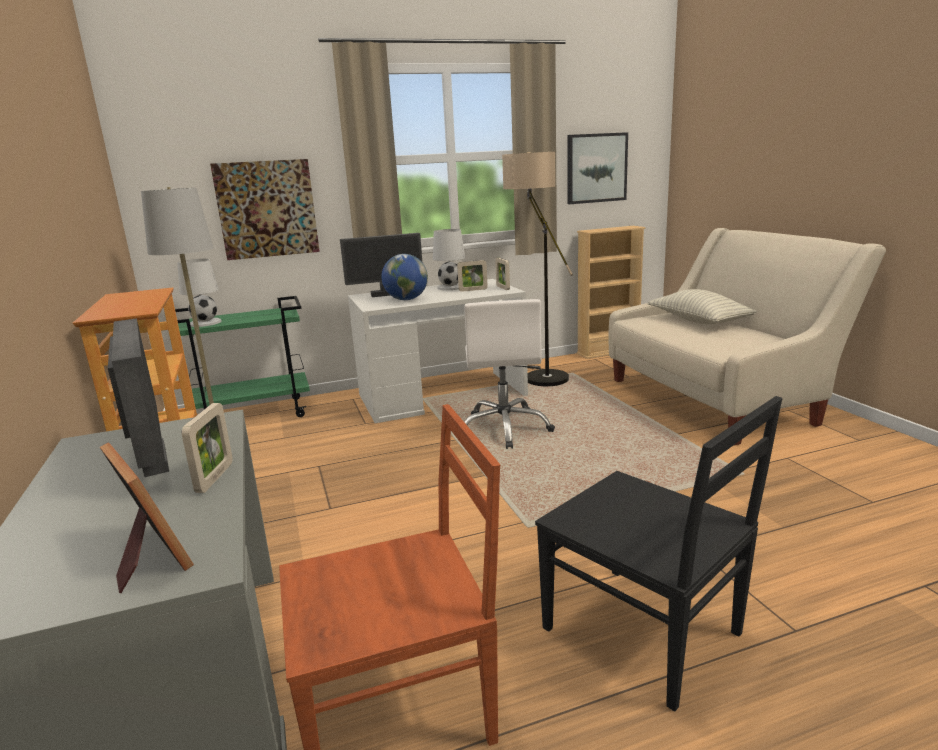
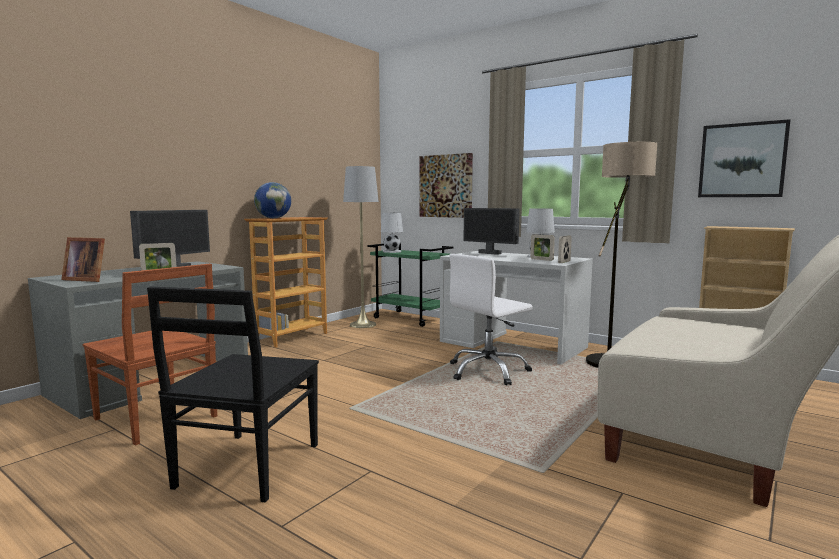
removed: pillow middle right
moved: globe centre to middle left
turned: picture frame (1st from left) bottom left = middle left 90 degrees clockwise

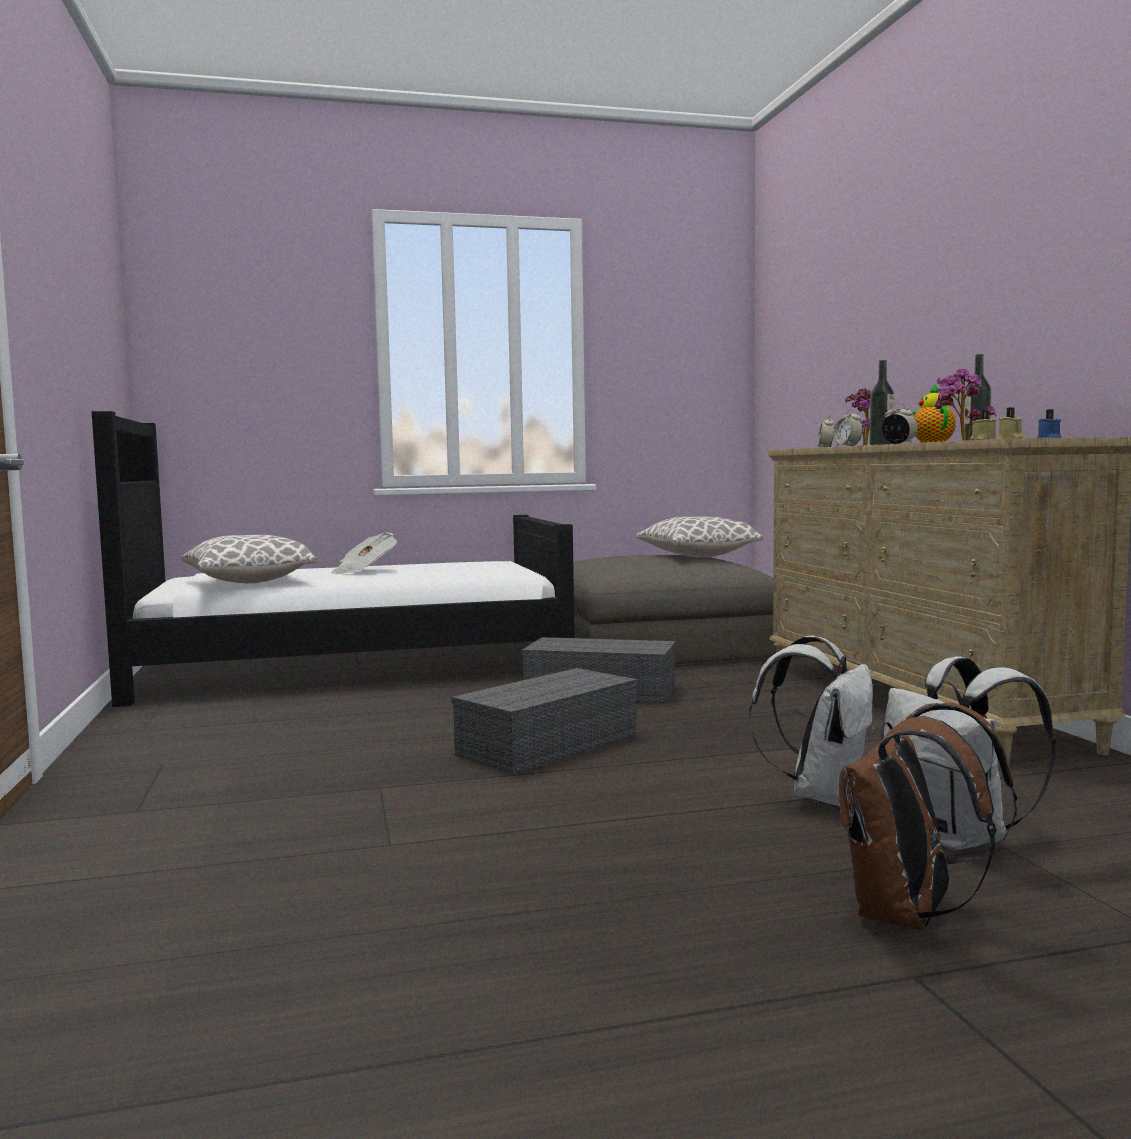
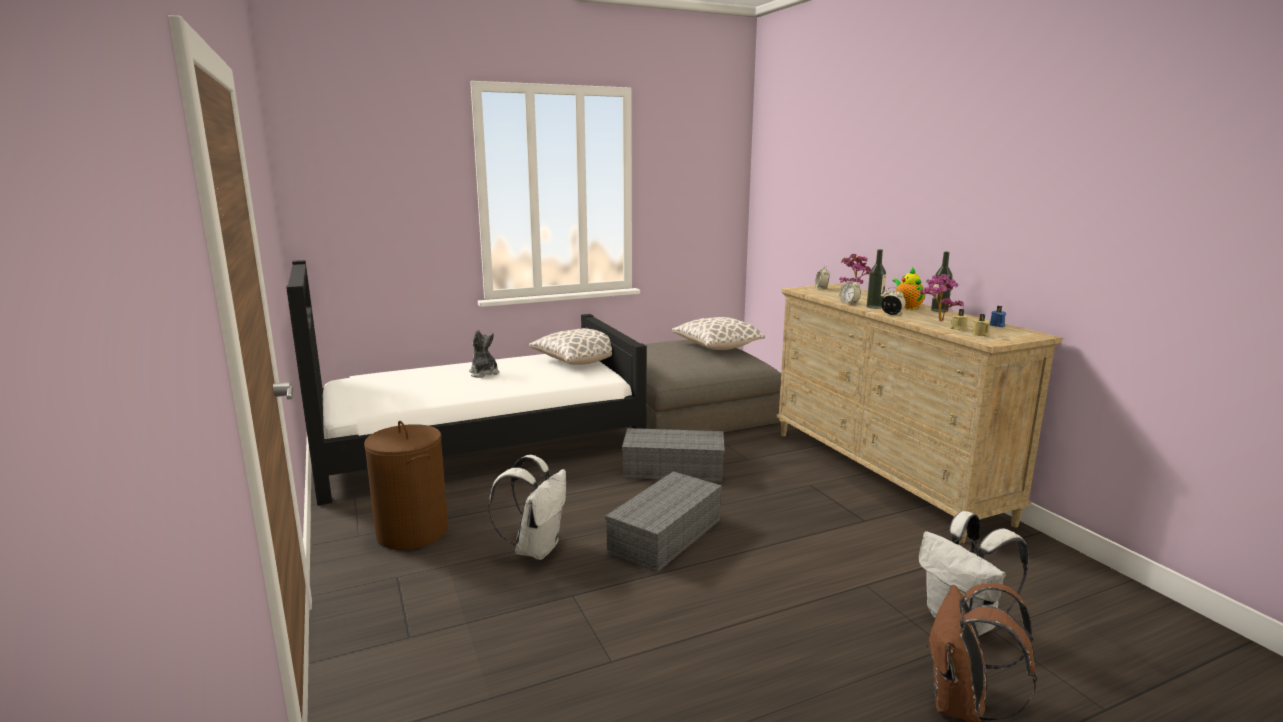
added: brown laundry basket bottom left
moved: pillow (1st from left) middle left to centre; white backpack (1st from left) middle right to bottom centre
replaced: newspaper middle left to plush toy centre

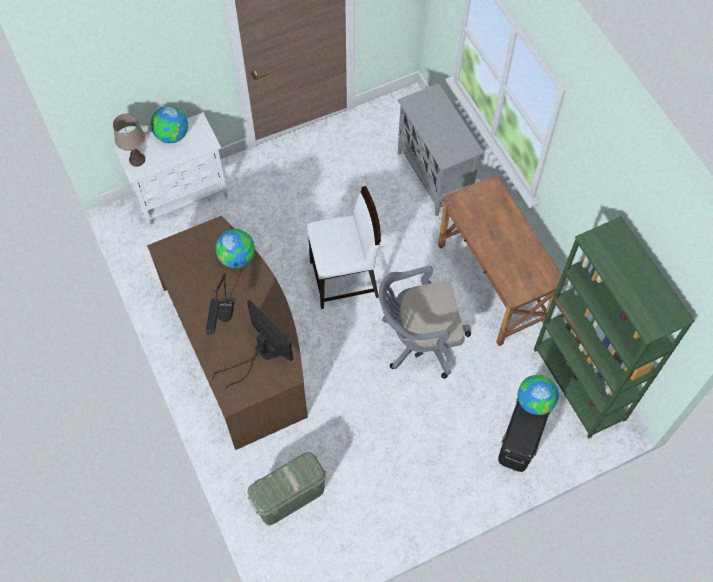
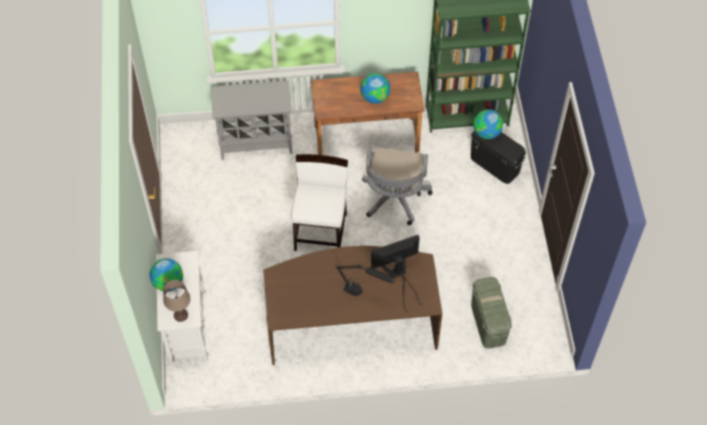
moved: globe (2nd from left) middle left to top centre

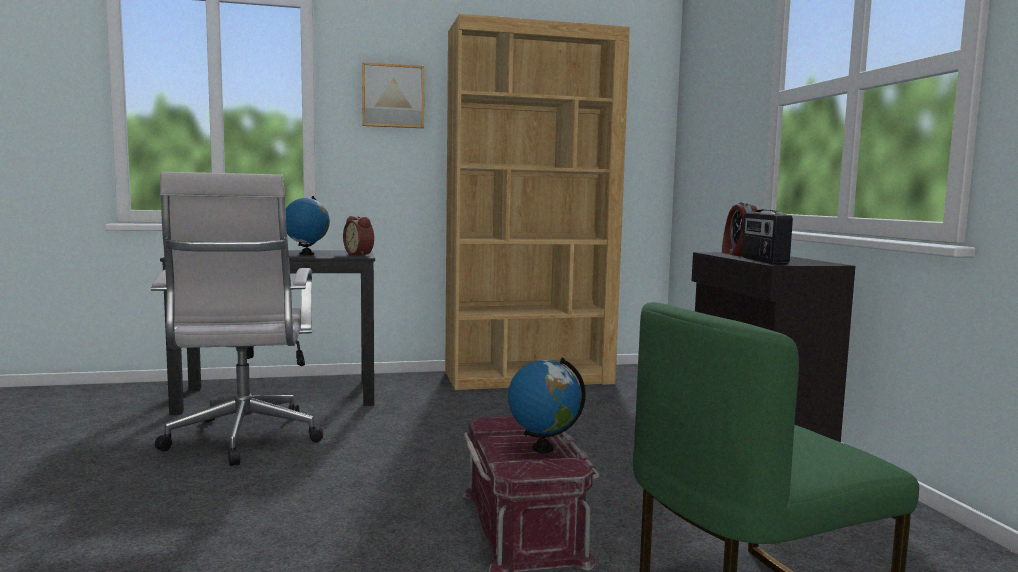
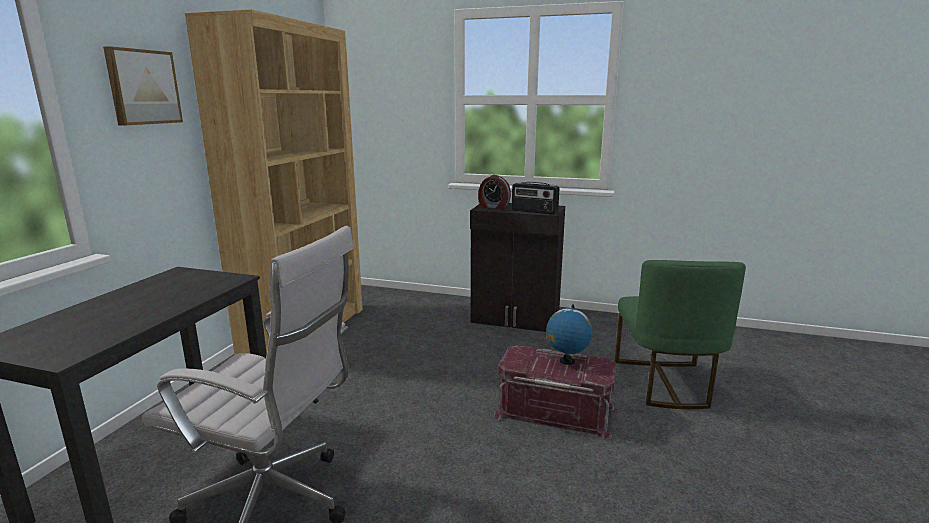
removed: globe (1st from left) middle left; alarm clock (1st from left) centre

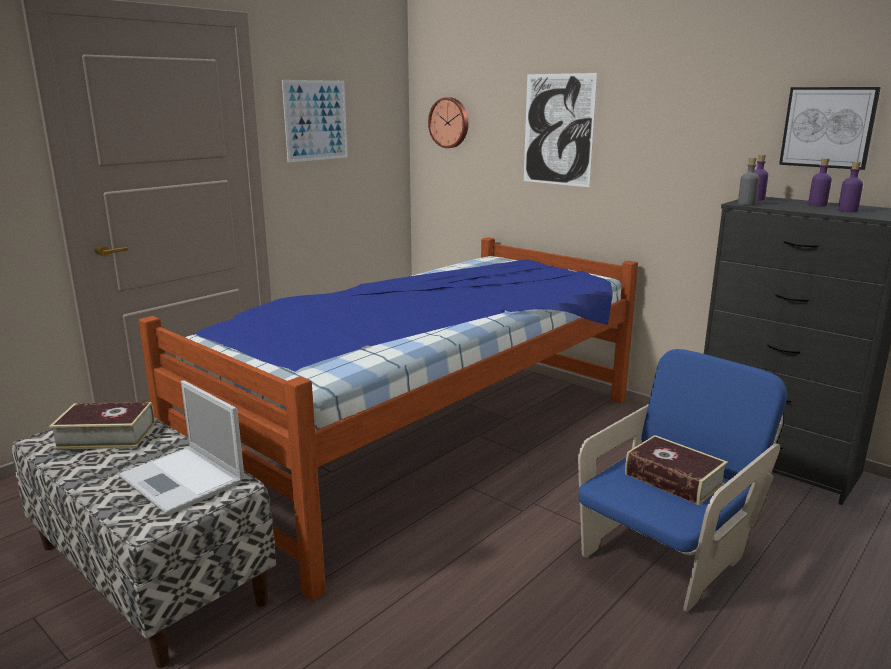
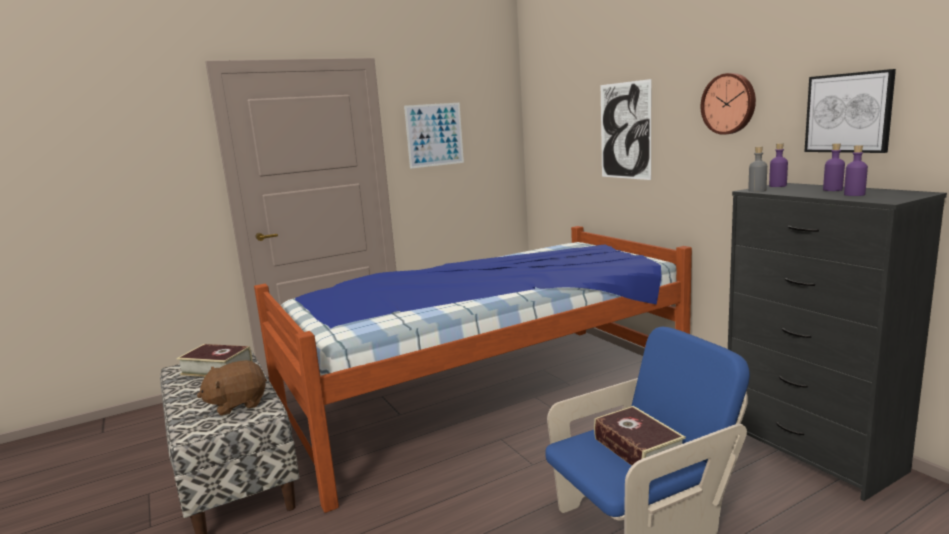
moved: wall clock top centre to top right
replaced: laptop bottom left to brown plush toy bottom left

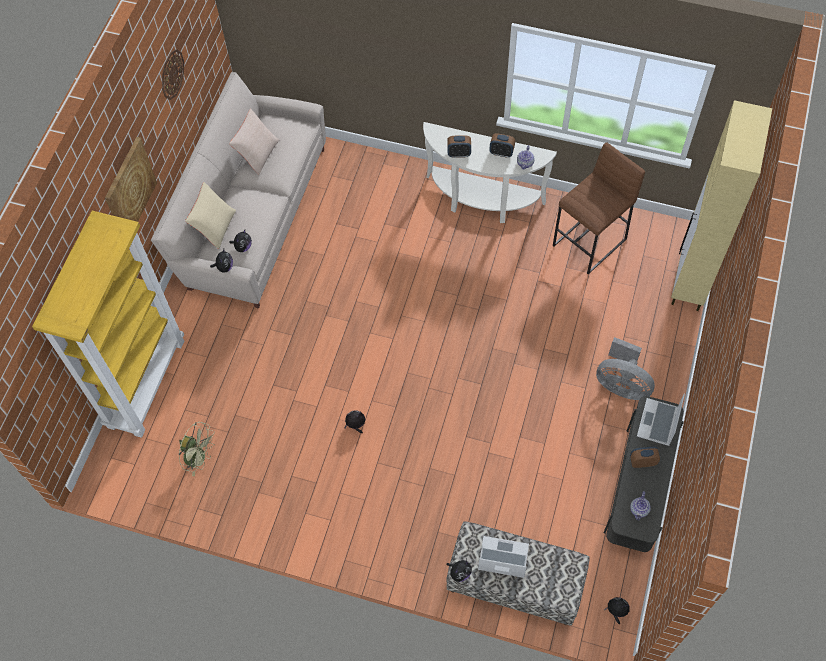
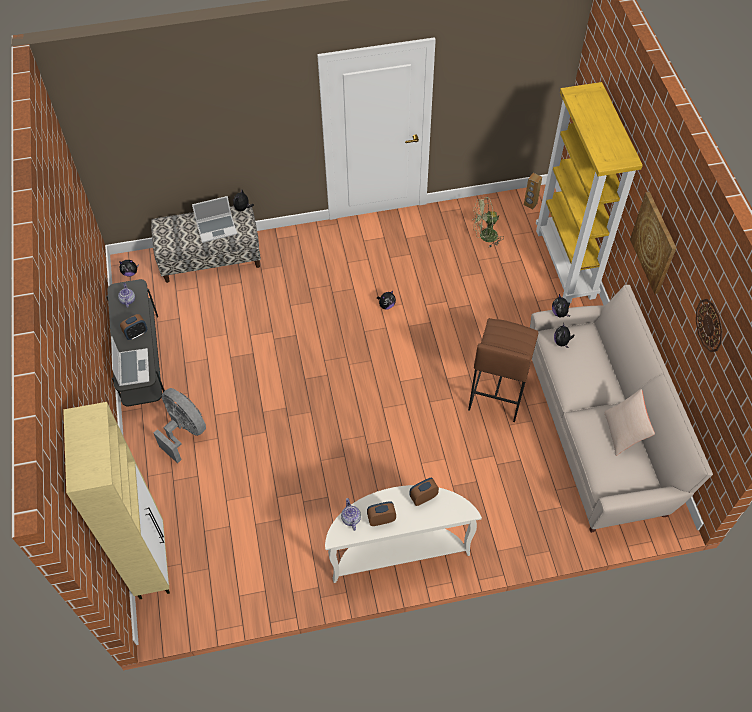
removed: beige pillow (1st from left) top left
added: brown speaker top right
moved: brown stool top right to middle right
turned: grey fan middle right = middle left 45 degrees clockwise

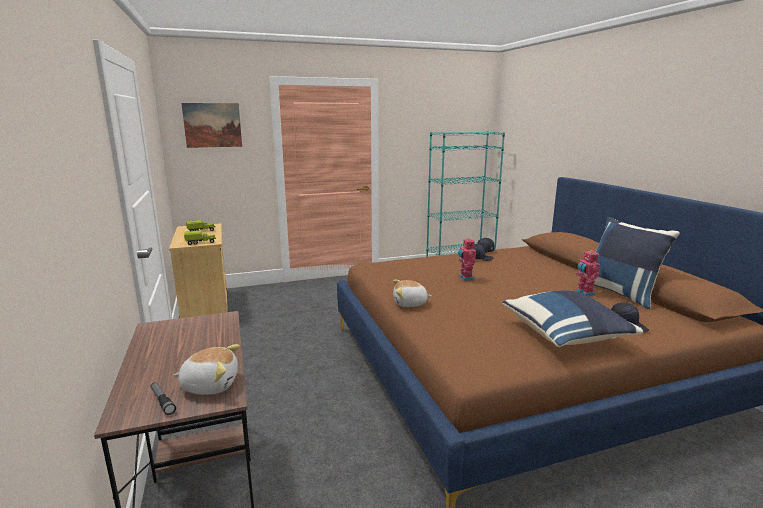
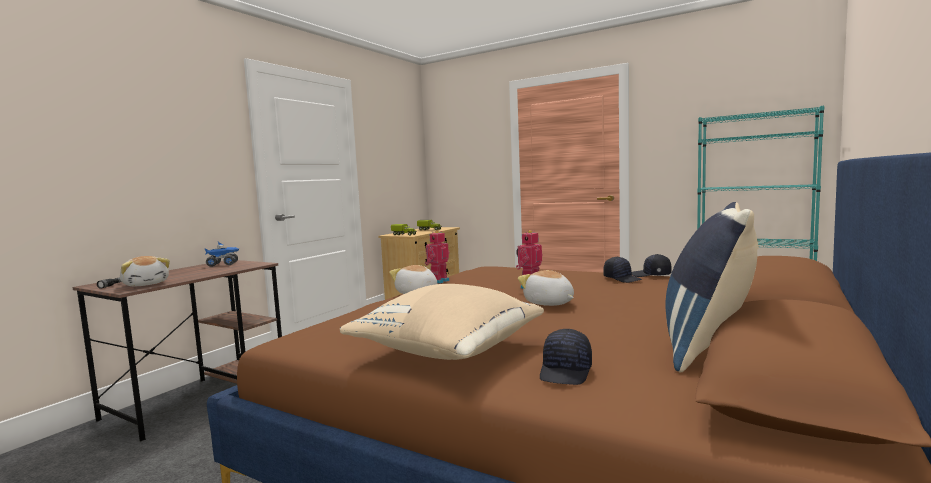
removed: picture top left
added: toy truck (1st from left) middle left; plush toy (3rd from left) centre
moved: toy robot (2nd from left in the first image) middle right to toy robot (1st from left) centre
recoloured: blue pillow (1st from left) middle right to beige pillow bottom centre

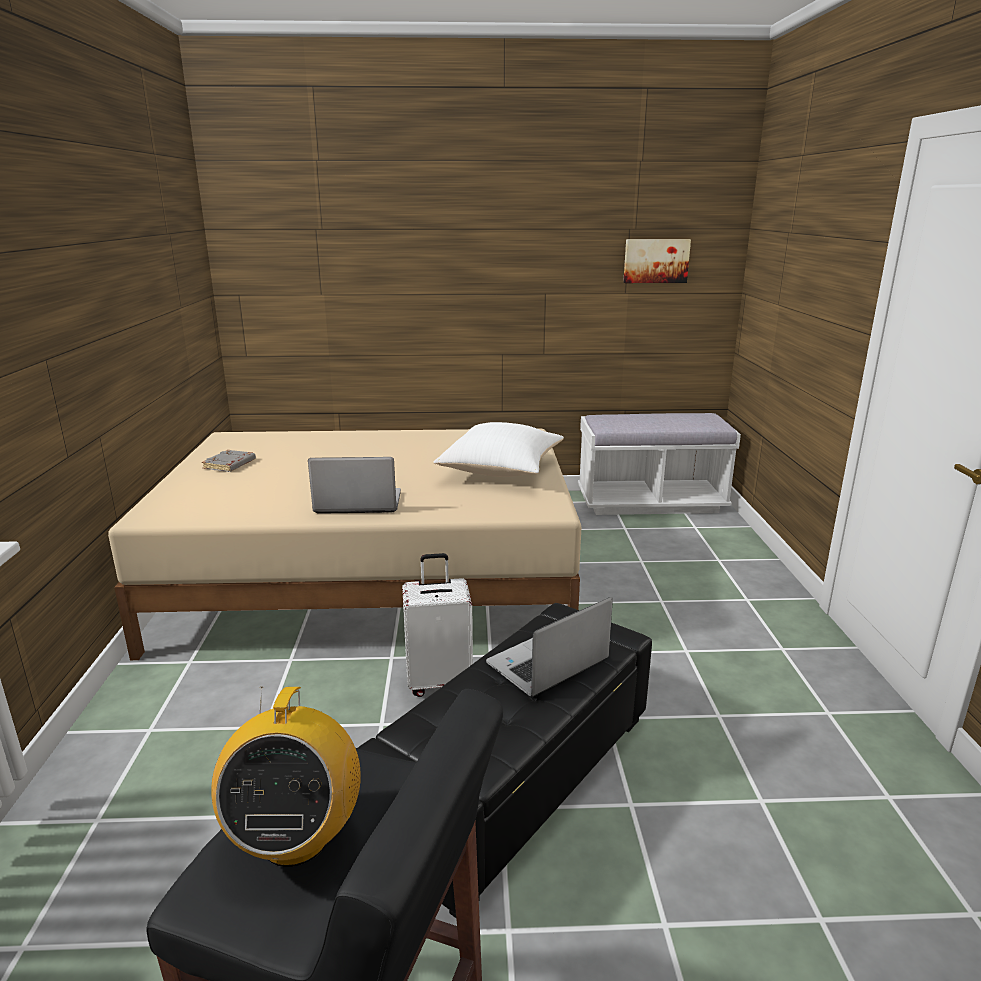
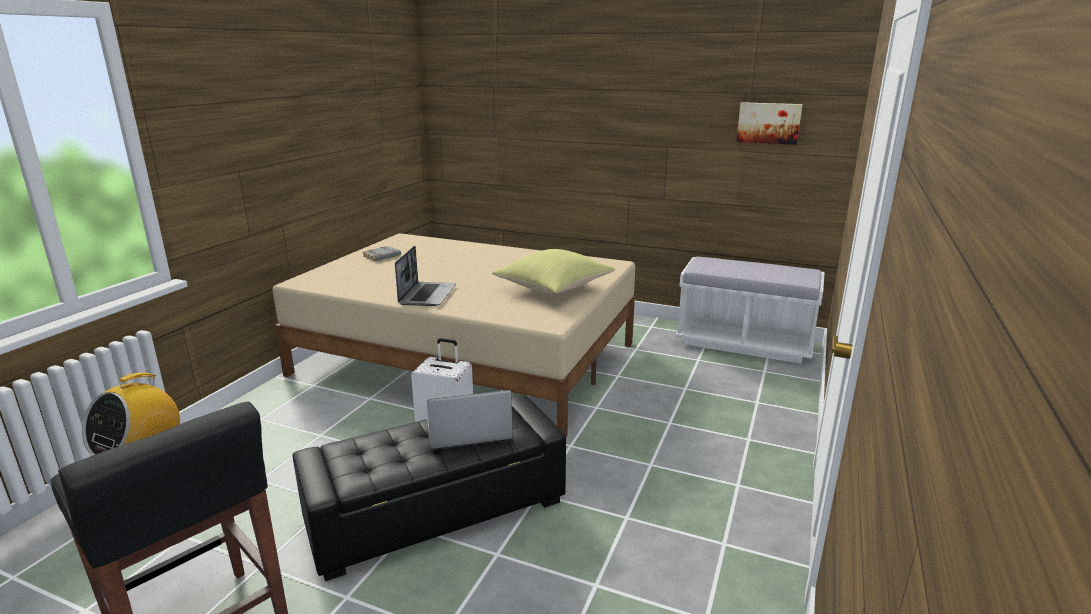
recoloured: white pillow centre to yellow pillow centre
turned: laptop (1st from left) centre = centre 75 degrees clockwise

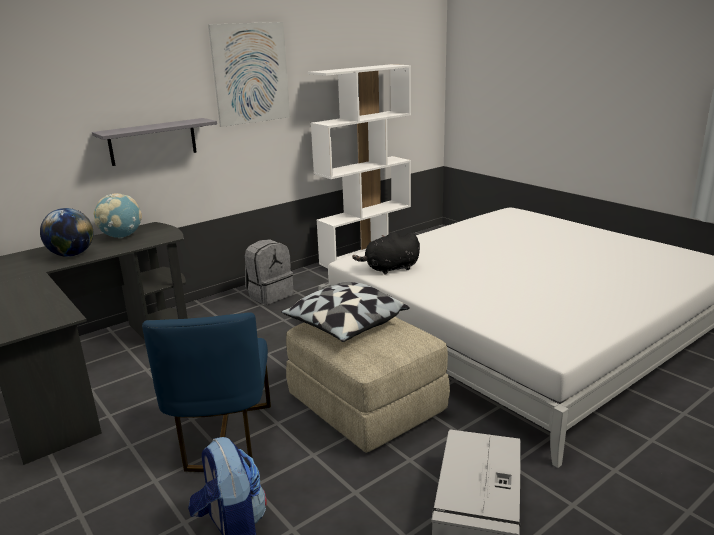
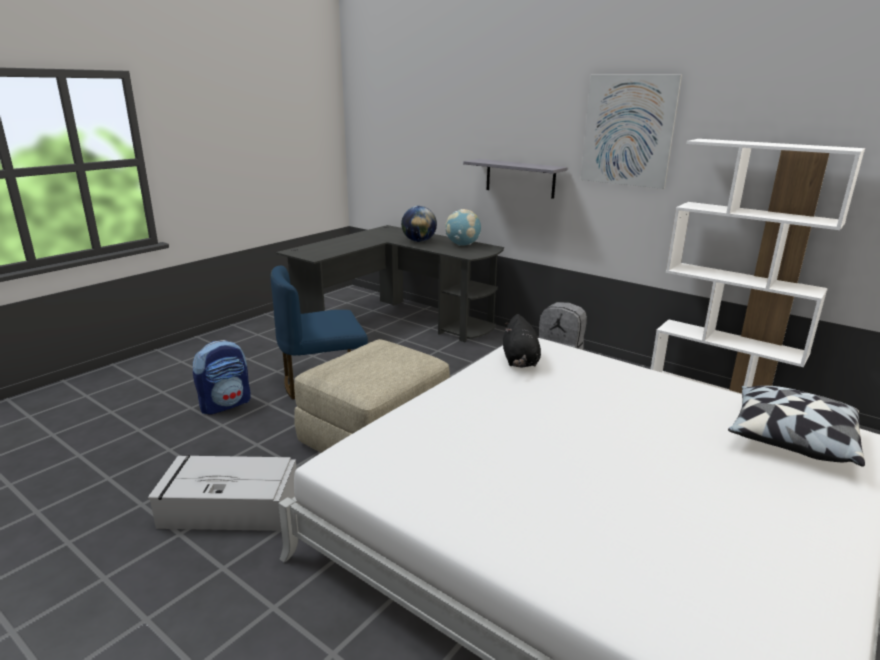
moved: pillow centre to middle right
turned: black plush toy centre = centre 150 degrees counterclockwise

